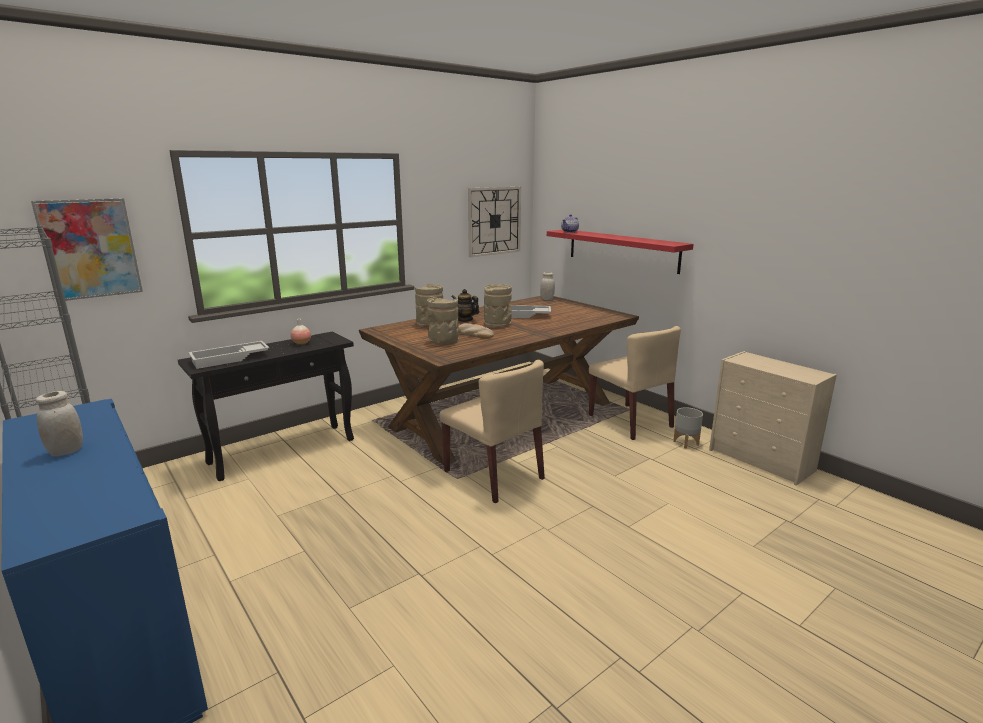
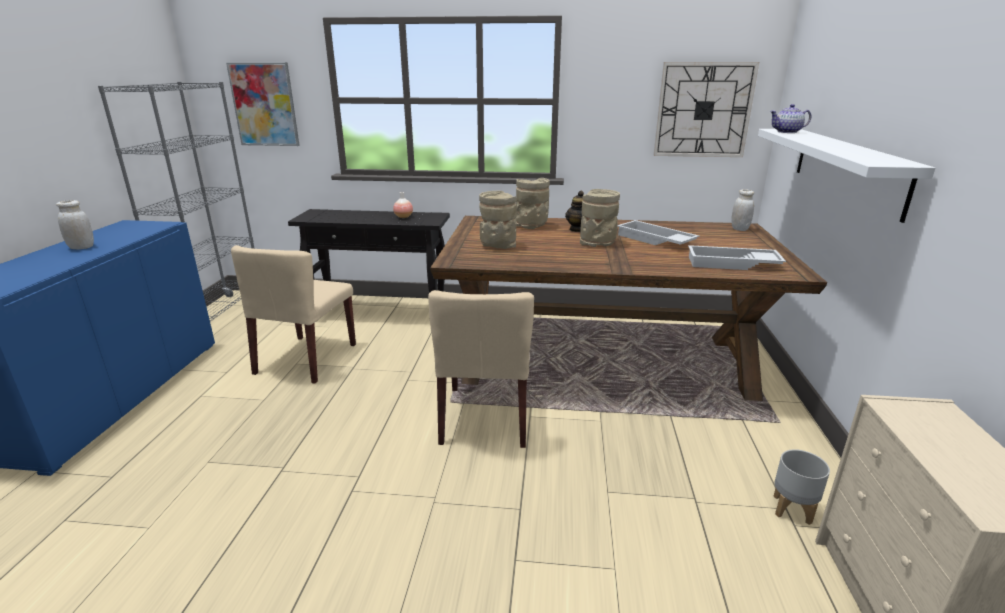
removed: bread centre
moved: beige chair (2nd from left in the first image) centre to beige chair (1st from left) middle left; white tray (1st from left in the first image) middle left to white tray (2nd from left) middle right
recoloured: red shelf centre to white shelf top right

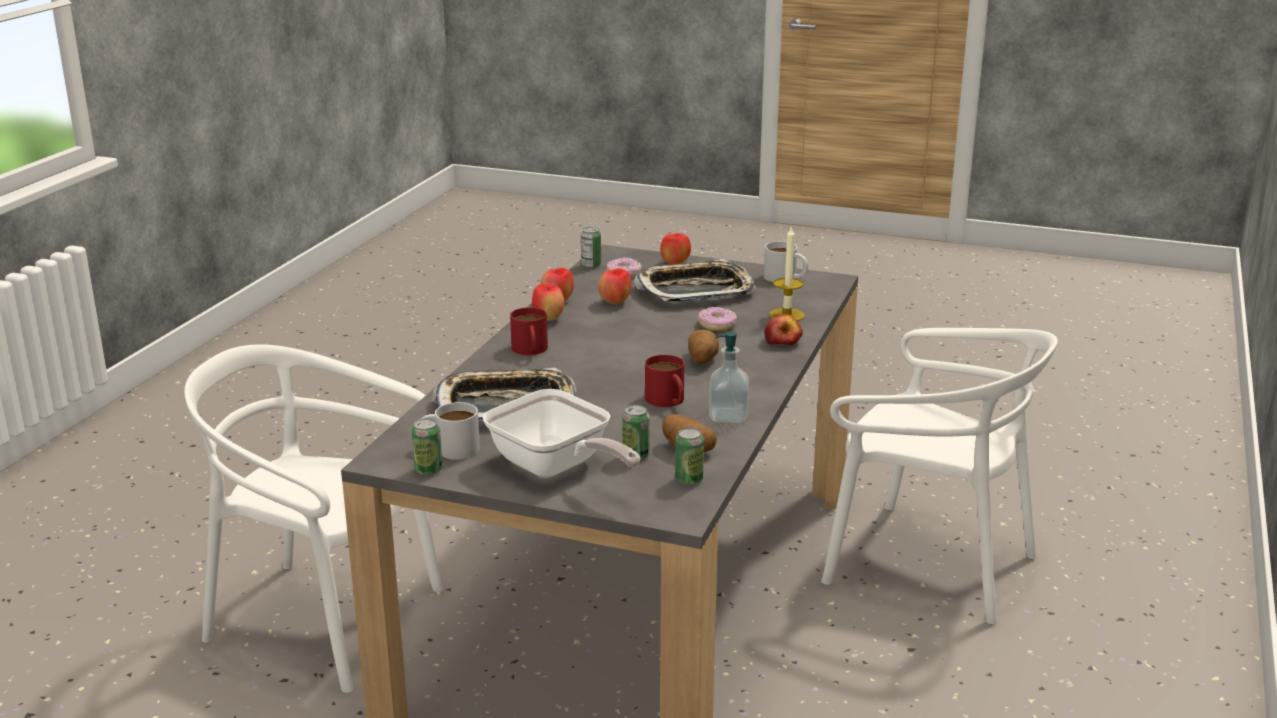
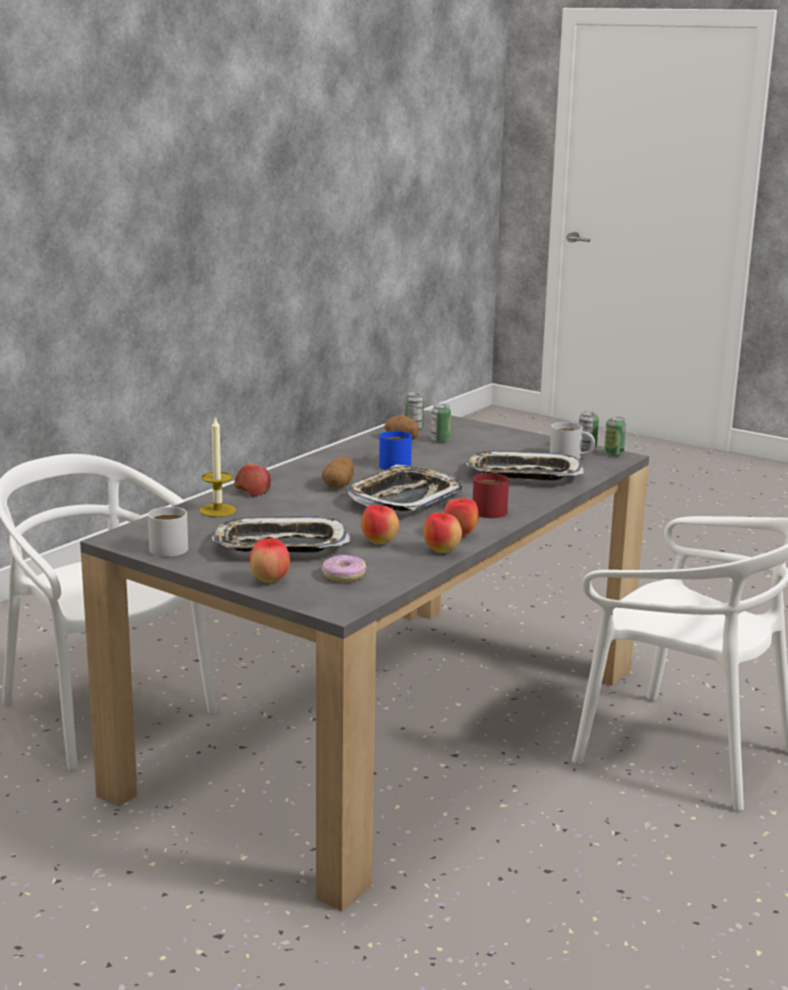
removed: donut (2nd from left) centre; soap dispenser centre; frying pan centre
added: tray (2nd from left) centre
moved: can (2nd from left in the first image) centre to can (4th from left) middle right
recoloured: red mug (2nd from left) centre to blue mug centre

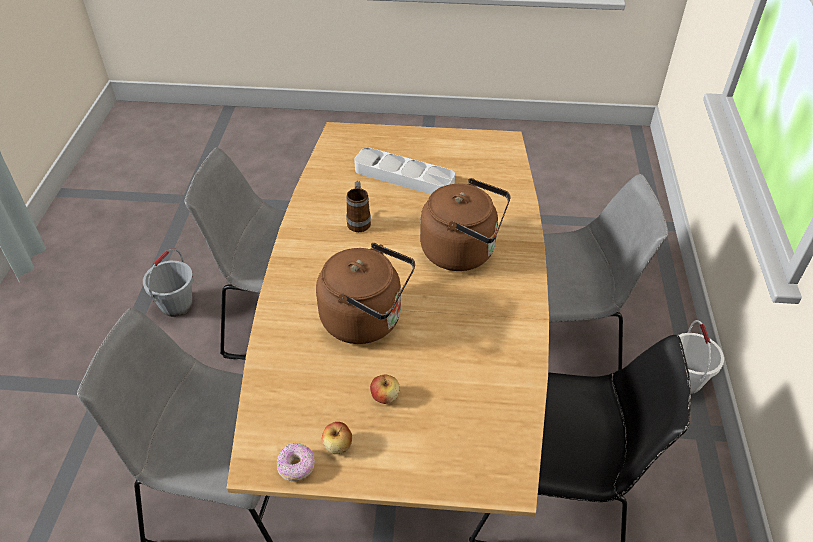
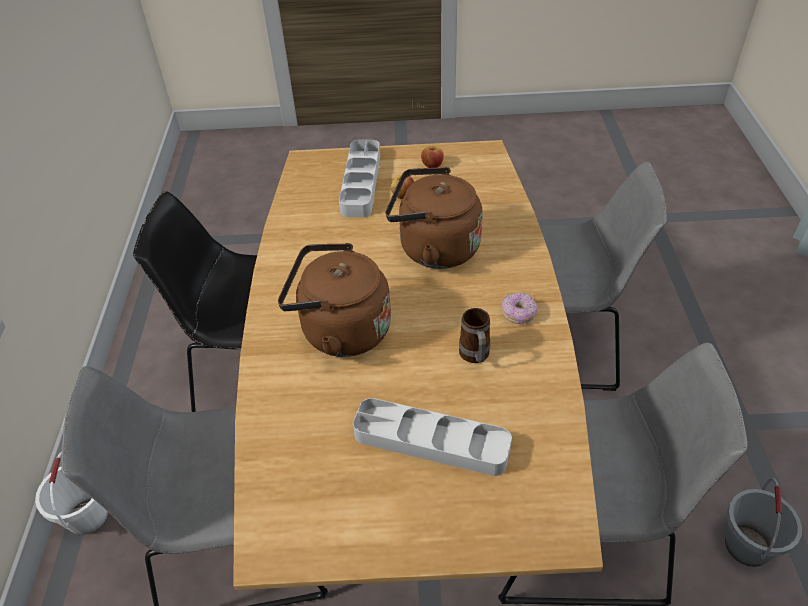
added: grey tray (1st from left) top centre
moved: donut bottom centre to centre

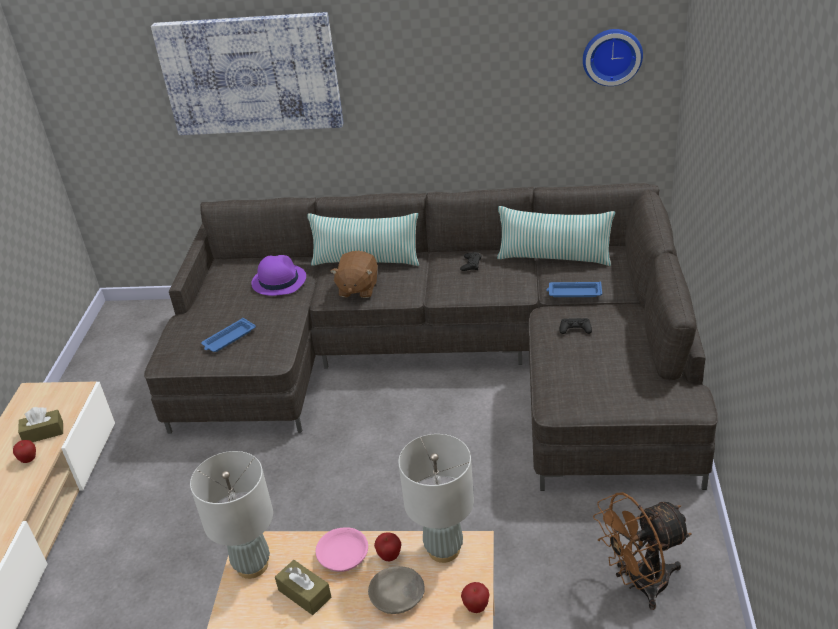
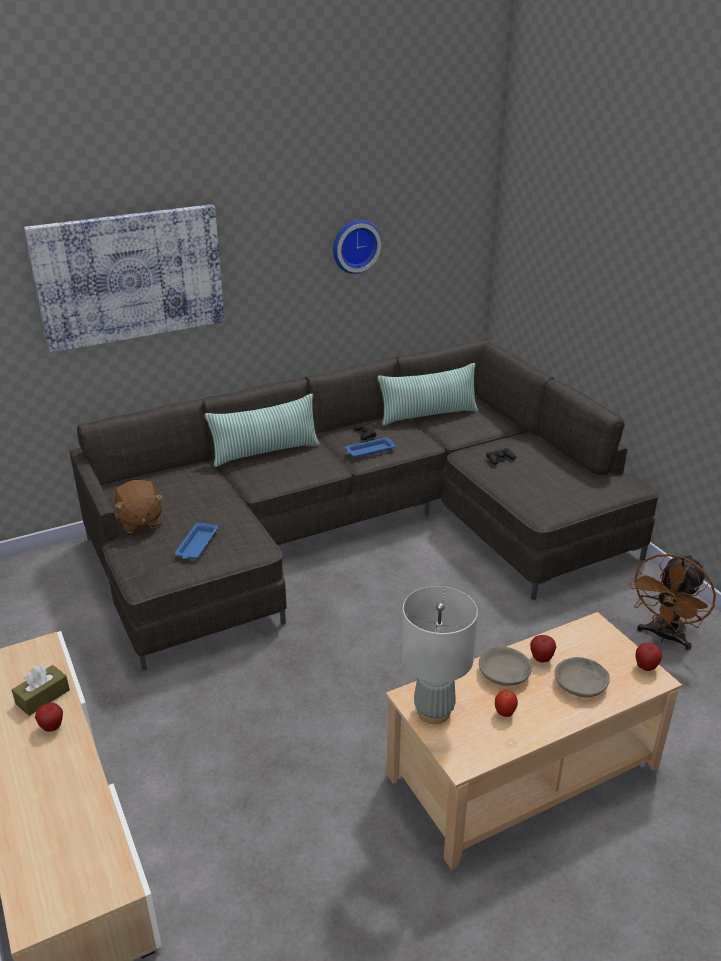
removed: purple hat middle left; grey table lamp (2nd from left) bottom centre
moved: wall clock top right to top centre; brown plush toy centre to middle left; blue tray (2nd from left) middle right to centre
replaced: brown tissue box (2nd from left) bottom centre to apple (2nd from left) bottom right
recoloured: pink bowl bottom centre to grey bowl (1st from left) bottom right

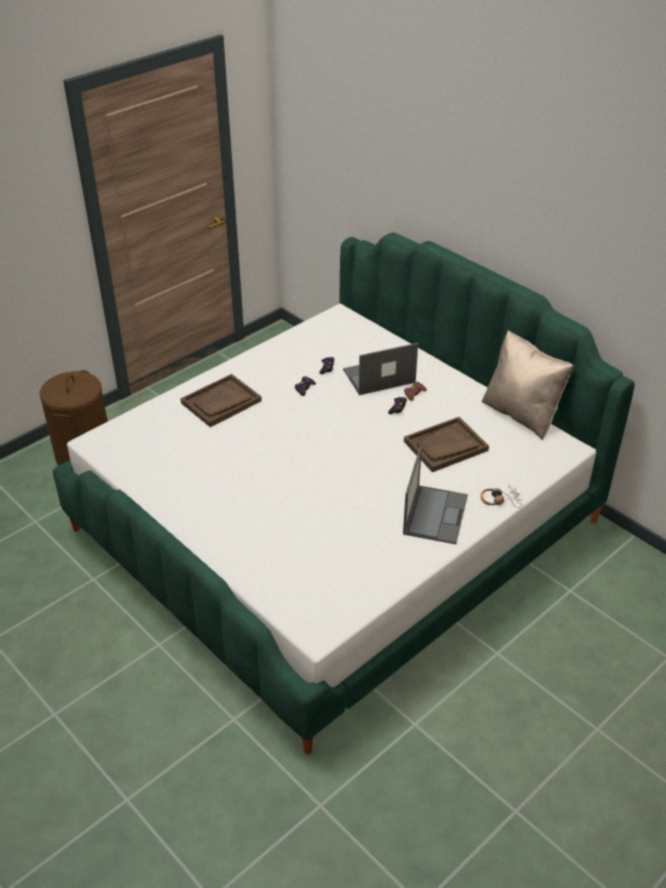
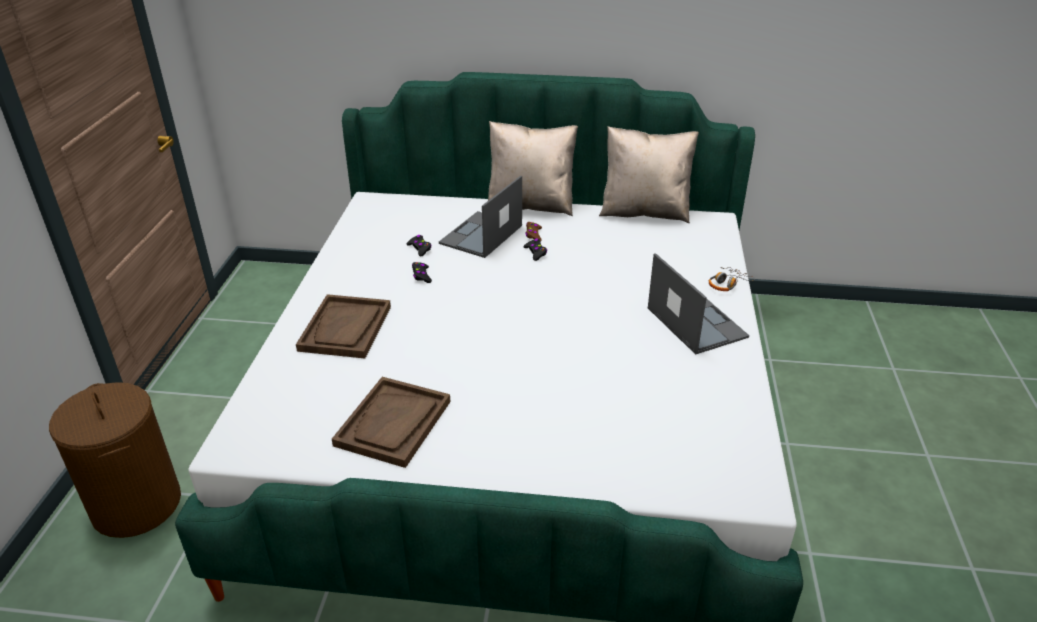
added: beige pillow (1st from left) top centre
moved: brown tray (2nd from left) middle right to bottom centre

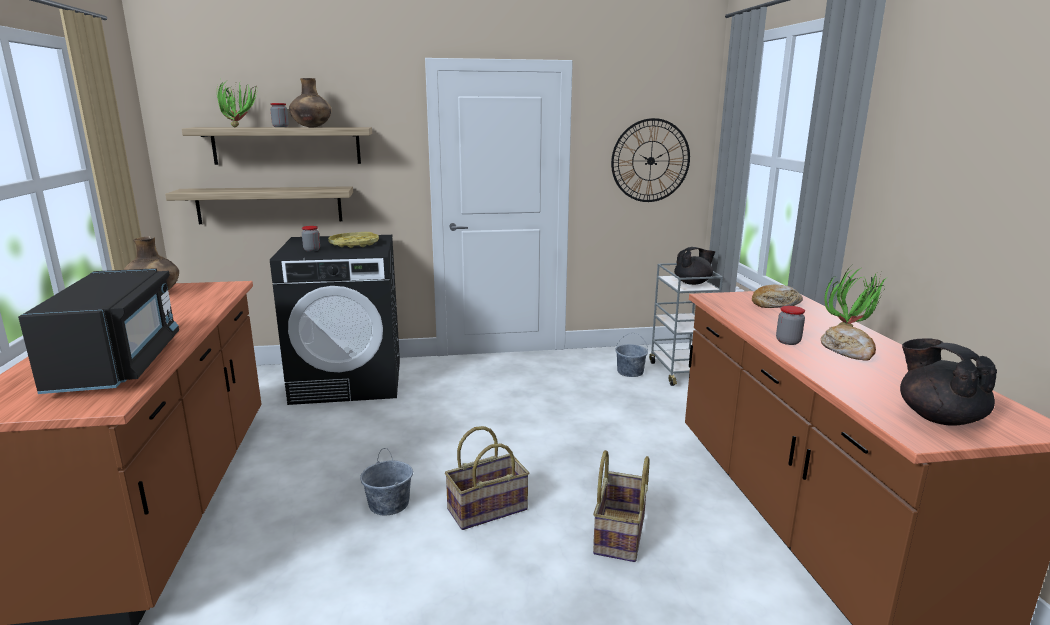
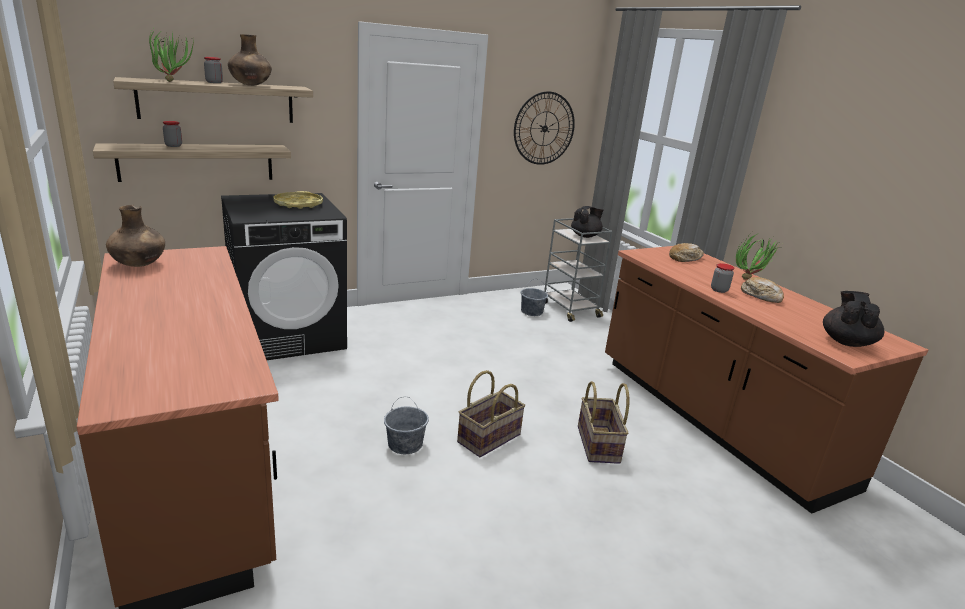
removed: black microwave middle left
moved: jar (2nd from left in the first image) middle left to jar (1st from left) top left
turned: black teapot (2nd from left) middle right = middle right 60 degrees clockwise

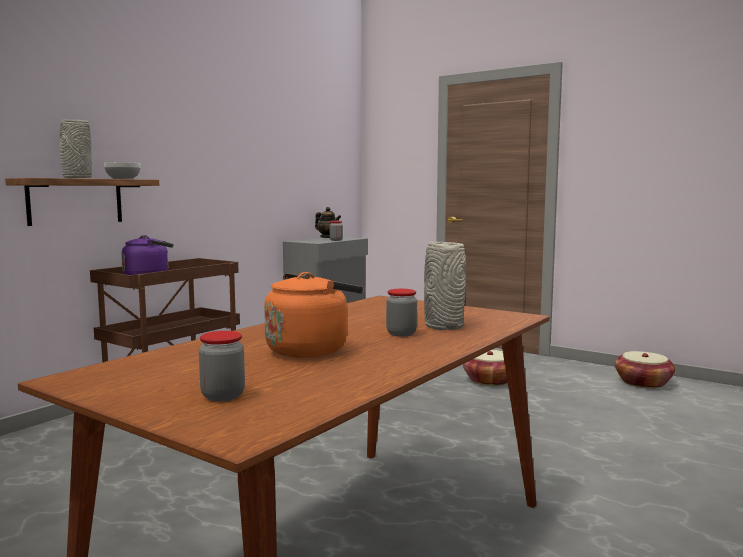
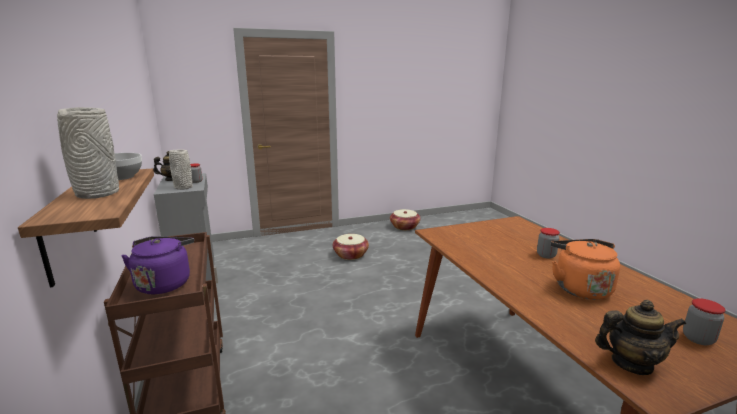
added: teapot (2nd from left) bottom right
moved: grey vase (2nd from left) centre to middle left

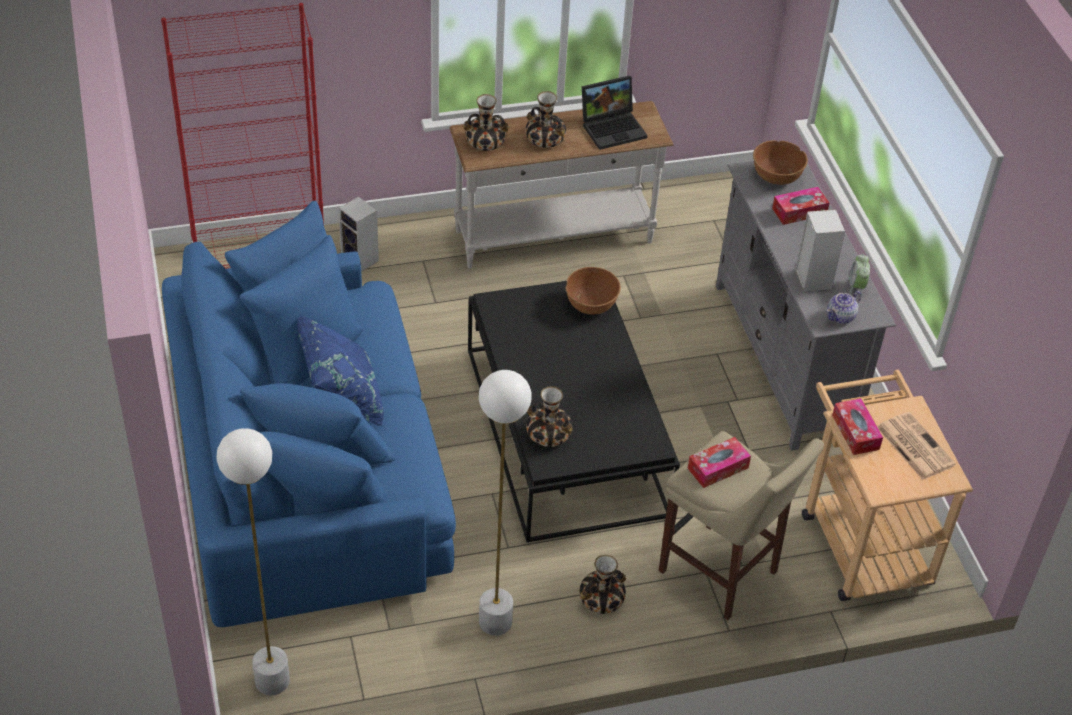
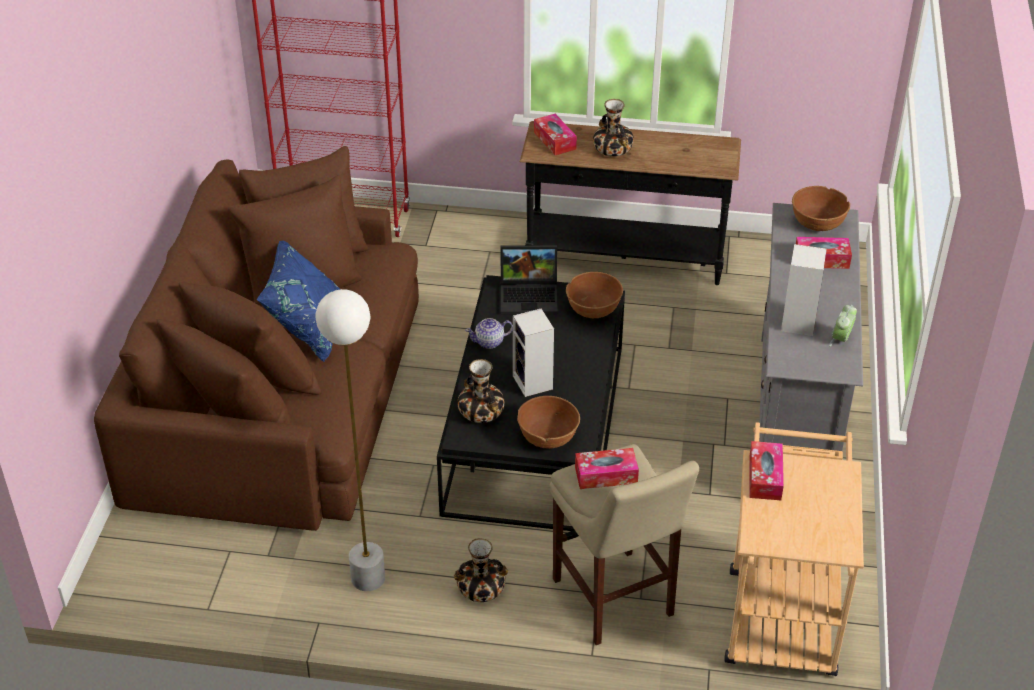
removed: newspaper middle right; white floor lamp (1st from left) bottom left
added: brown bowl (1st from left) centre
moved: laptop top centre to centre; speaker (1st from left) top centre to centre; teapot middle right to centre
replaced: vase (1st from left) top centre to tissue box (1st from left) top centre
recoloured: white console table top centre to black console table top centre; blue sofa middle left to brown sofa middle left

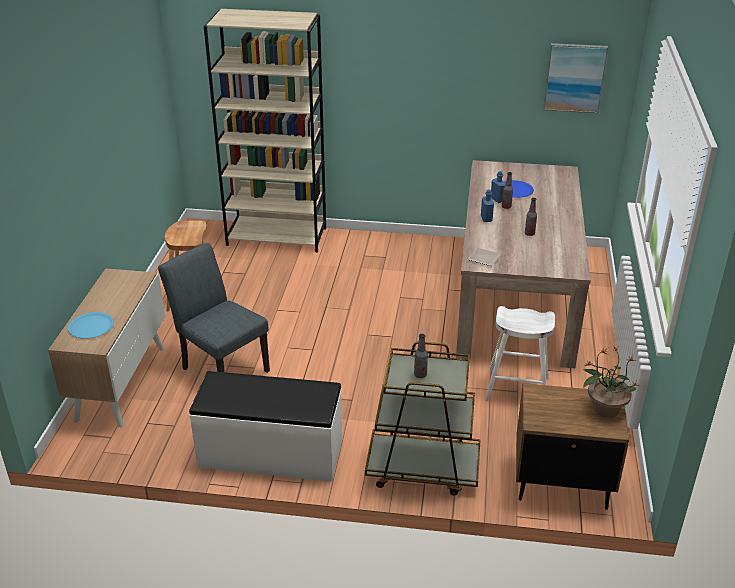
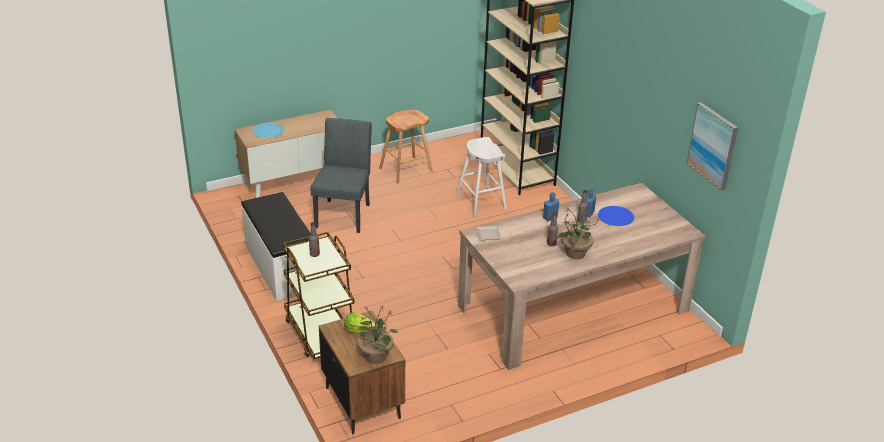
added: potted plant (2nd from left) centre; lettuce bottom centre
moved: white stool middle right to centre

